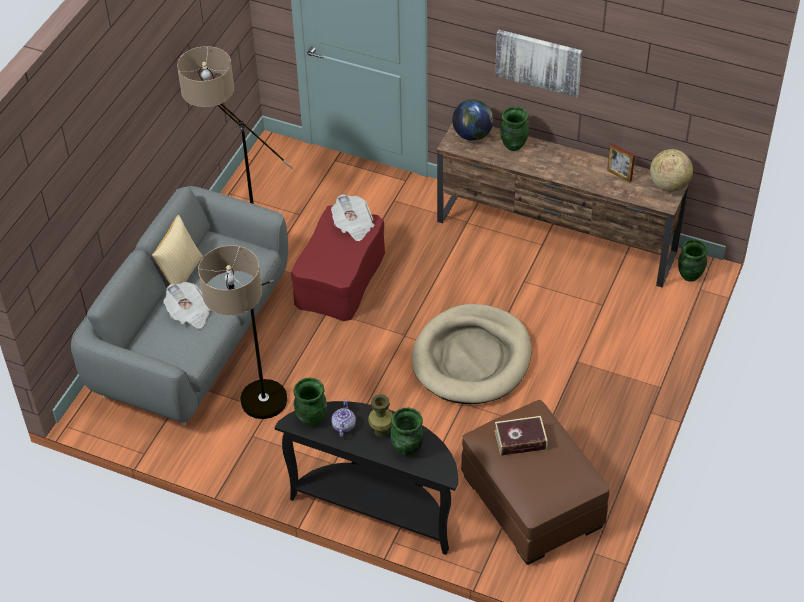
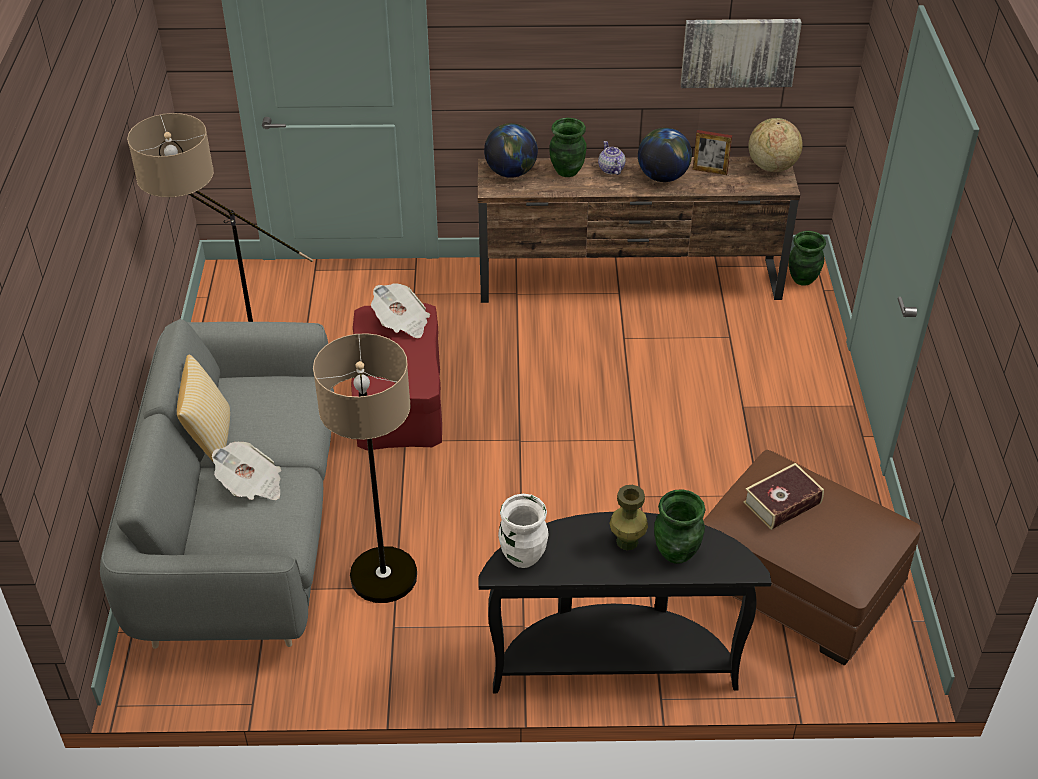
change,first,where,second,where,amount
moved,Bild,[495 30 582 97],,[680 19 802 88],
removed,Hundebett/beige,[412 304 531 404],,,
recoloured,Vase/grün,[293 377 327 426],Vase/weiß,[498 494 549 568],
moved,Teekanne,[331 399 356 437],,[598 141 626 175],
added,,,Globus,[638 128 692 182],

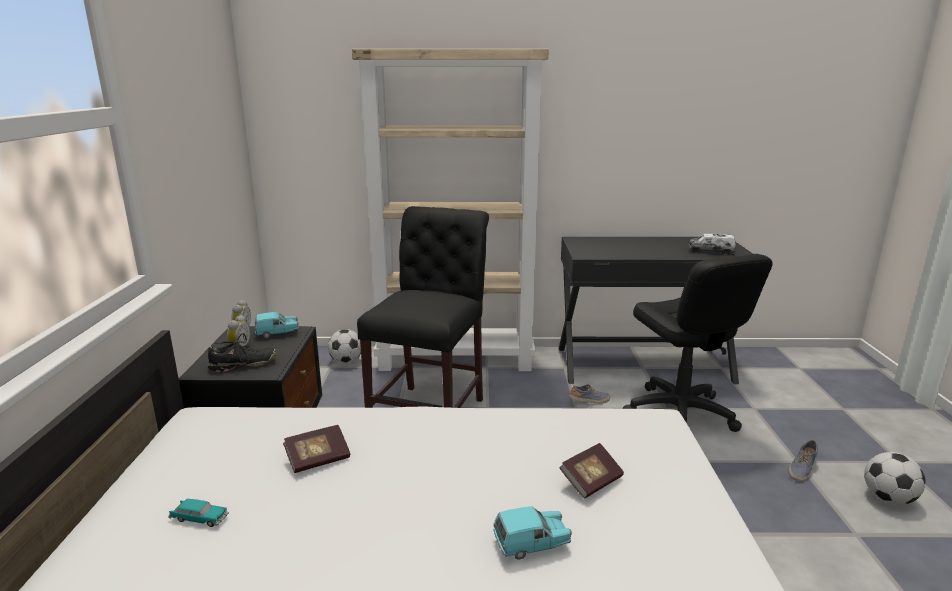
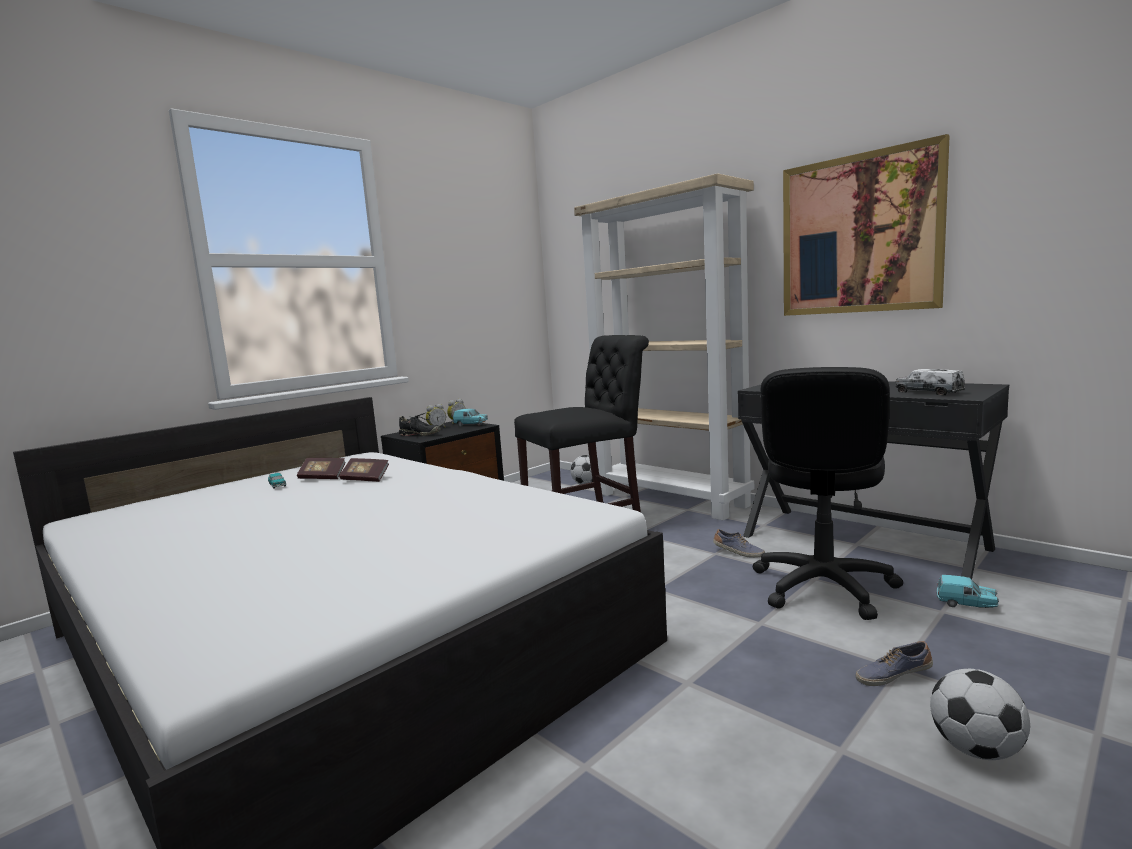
change,first,where,second,where,amount
moved,Buch,[559 443 624 499],,[297 458 346 479],
moved,Spielzeugauto/türkis,[494 506 572 560],,[937 575 999 608],
added,,,Bild,[783 134 950 316],

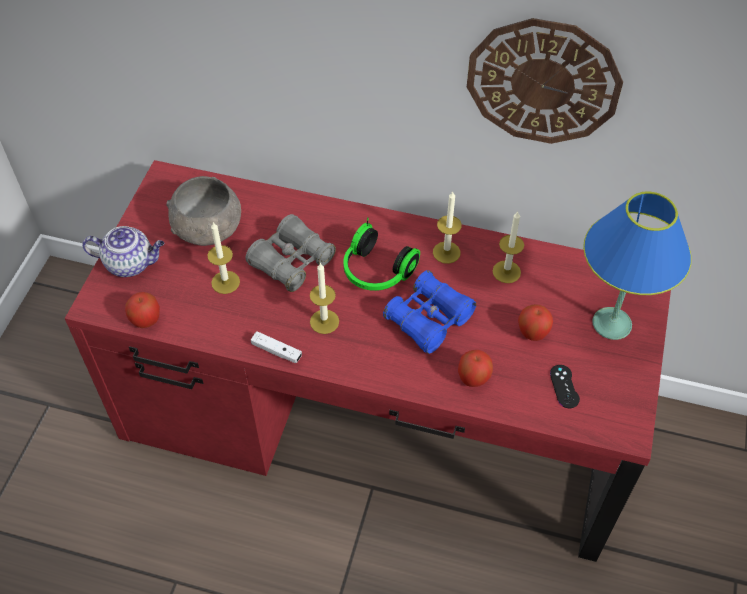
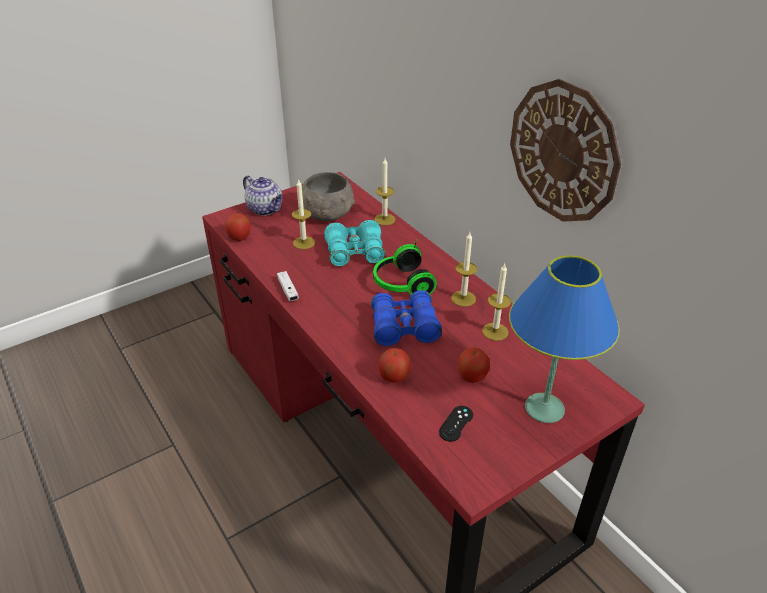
change,first,where,second,where,amount
recoloured,Fernglas/grau,[246 214 336 292],Fernglas/türkis,[324 220 385 267],
moved,Kerze,[310 263 339 334],,[374 158 395 225],

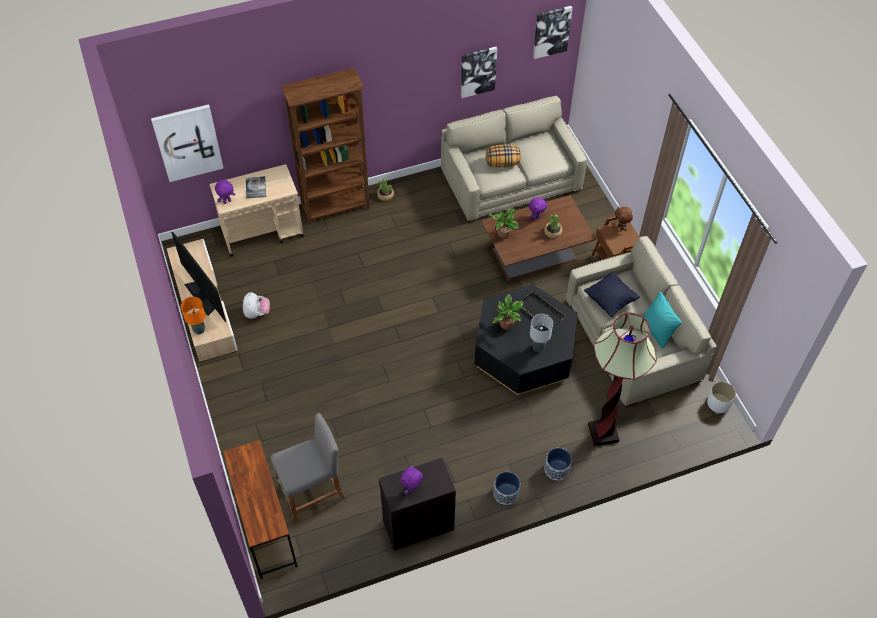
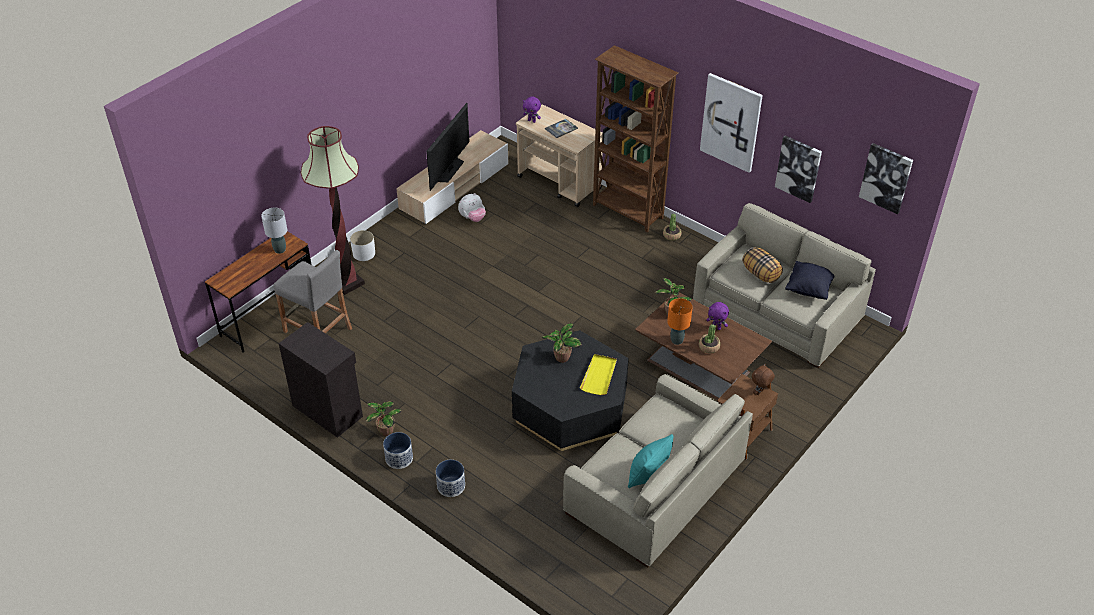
change,first,where,second,where,amount
moved,Bild,[151 104 224 182],,[700 73 763 173],
moved,Kissen/schwarz,[584 272 640 317],,[785 261 835 300],
recoloured,Tablett/schwarz,[521 292 565 327],Tablett/gelb,[580 354 617 395],
moved,Tischlampe/orange,[181 297 206 335],,[667 298 693 345],
moved,Stehlampe,[588 313 657 446],,[301 126 365 295],
moved,Tischlampe/grau,[530 314 553 352],,[261 207 287 254],
moved,Pflanzkübel/weiß,[707 382 736 413],,[350 230 375 261],
removed,Plüschtier/lila,[400 465 423 495],,,
added,,,Topfpflanze,[366 401 402 436],

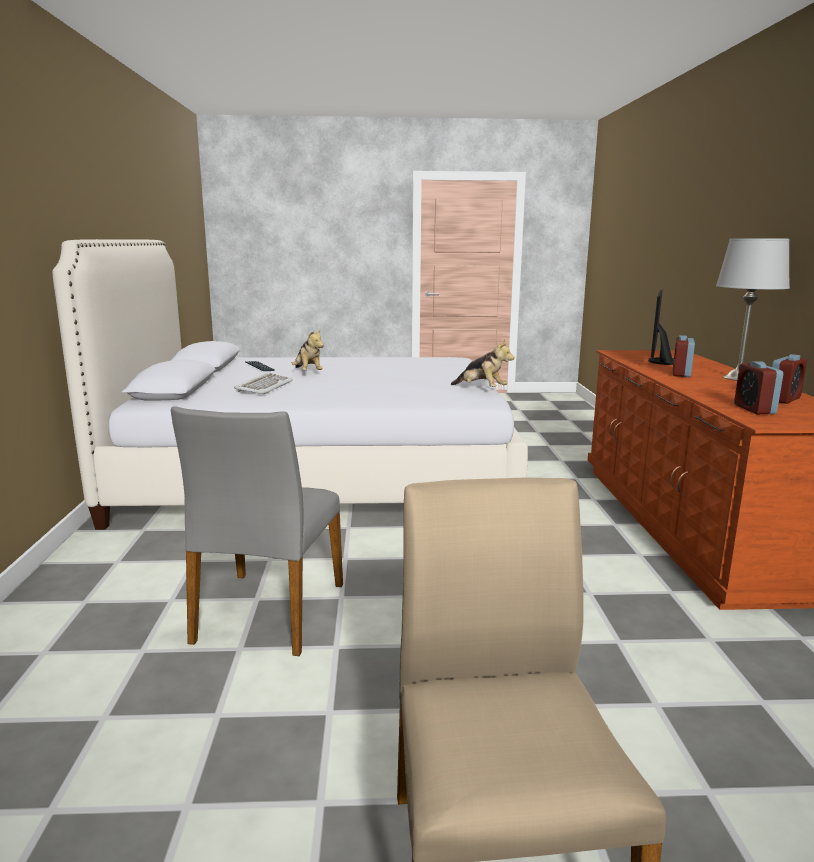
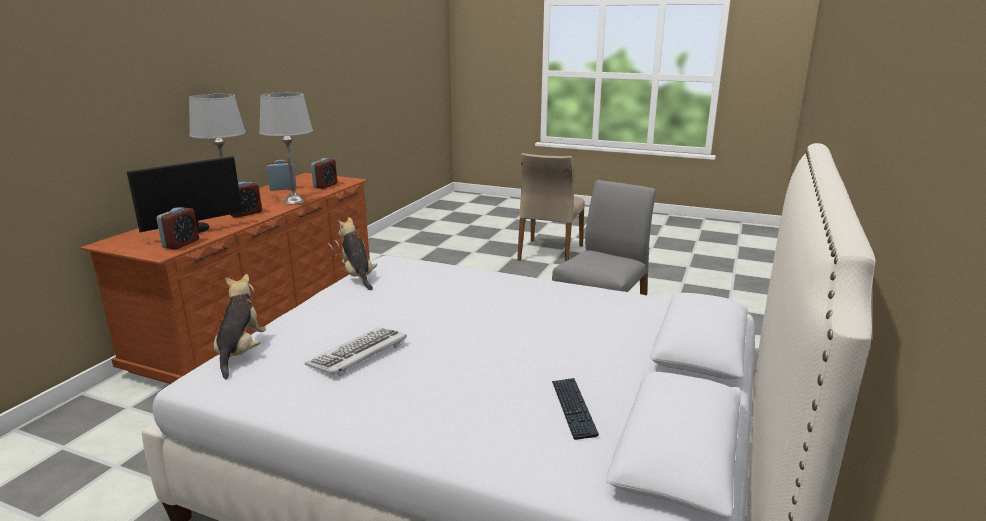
change,first,where,second,where,amount
moved,Plüschtier,[292 328 324 370],,[214 274 266 379],
moved,Tastatur,[234 373 293 394],,[305 327 407 377],
added,,,Tischlampe/grau,[259 92 313 204],
added,,,Wecker,[156 207 199 250],

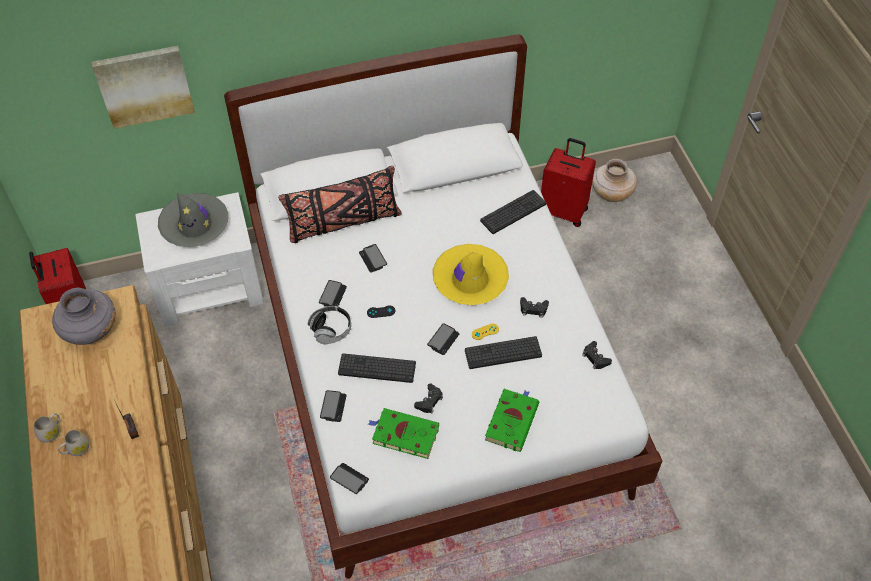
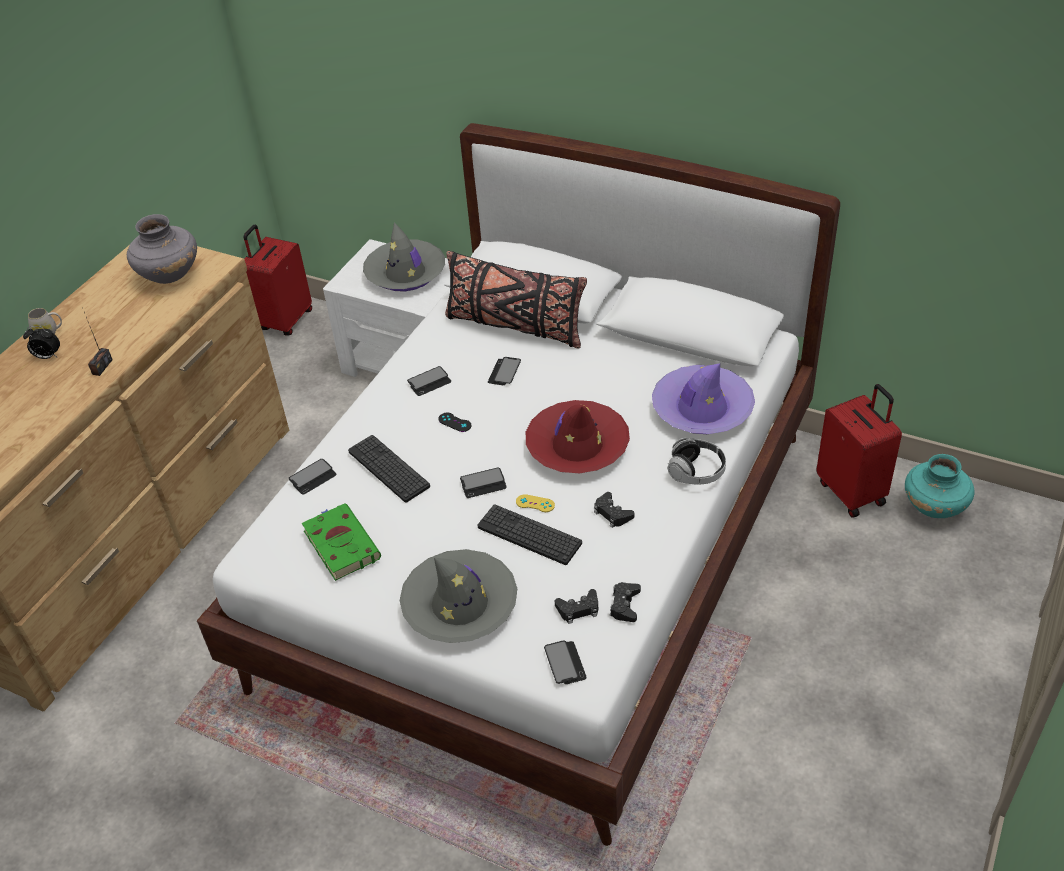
change,first,where,second,where,amount
removed,Bild,[92 46 195 129],,,
recoloured,Vase/beige,[592 159 637 202],Vase/türkis,[905 454 975 518],
replaced,Tastatur,[480 190 546 234],Hut/lila,[652 364 755 434],
recoloured,Hut/gelb,[433 244 509 305],Hut/rot,[526 400 630 473],
moved,Kopfhörer,[308 306 351 344],,[668 438 726 485],
moved,Gamepad/schwarz,[414 383 443 413],,[555 589 598 624],
replaced,Buch/grün,[485 389 539 452],Hut/grau,[400 549 517 643],
replaced,Henkelbecher/weiß,[58 430 90 456],Wecker,[23 326 60 359],
moved,Handy,[330 463 369 494],,[544 641 587 684],

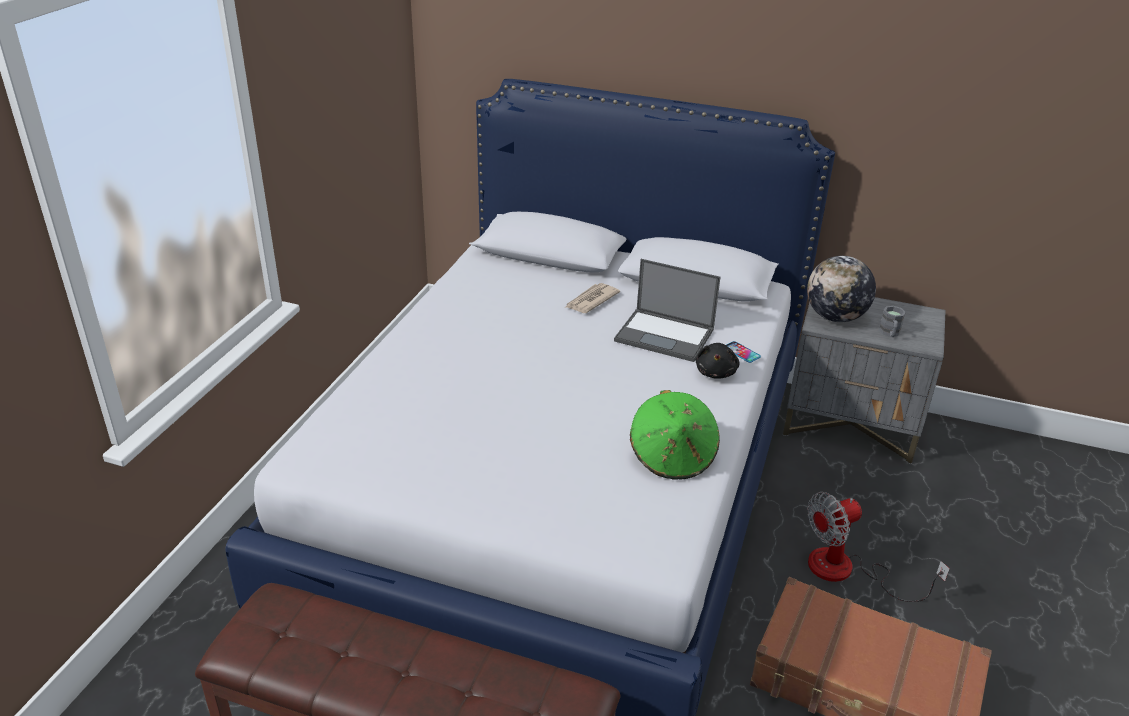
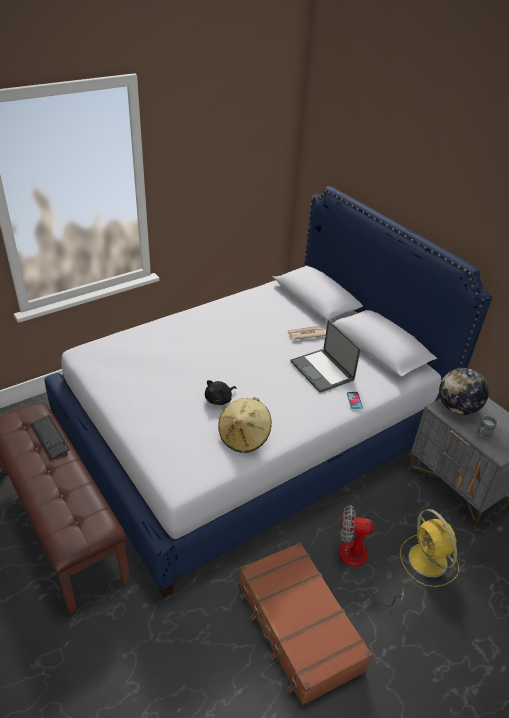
change,first,where,second,where,amount
moved,Plüschtier/schwarz,[696 343 740 379],,[205 380 236 405],
recoloured,Hut/grün,[630 390 720 480],Hut/beige,[218 397 272 453],
added,,,Tastatur,[30 415 70 460],
added,,,Ventilator/gelb,[400 509 459 587],

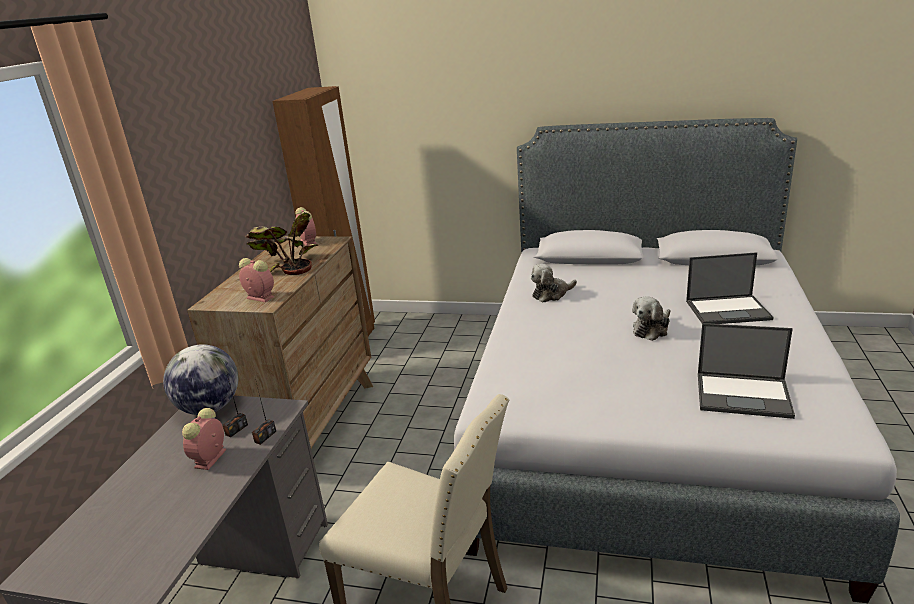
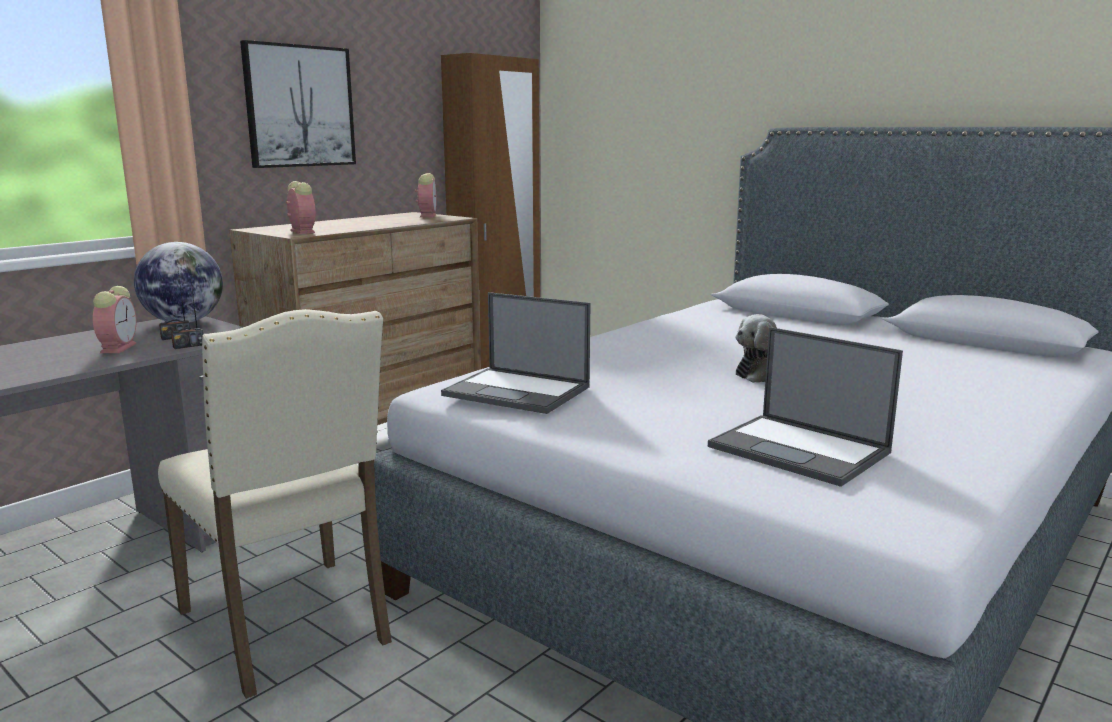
change,first,where,second,where,amount
removed,Topfpflanze,[245 212 318 275],,,
moved,Laptop,[686 252 774 324],,[441 292 590 414],
removed,Plüschtier,[531 264 577 303],,,
turned,Wecker,[182 408 227 470],,[93 286 136 353],135 degrees clockwise
added,,,Bild,[240 40 356 168],

